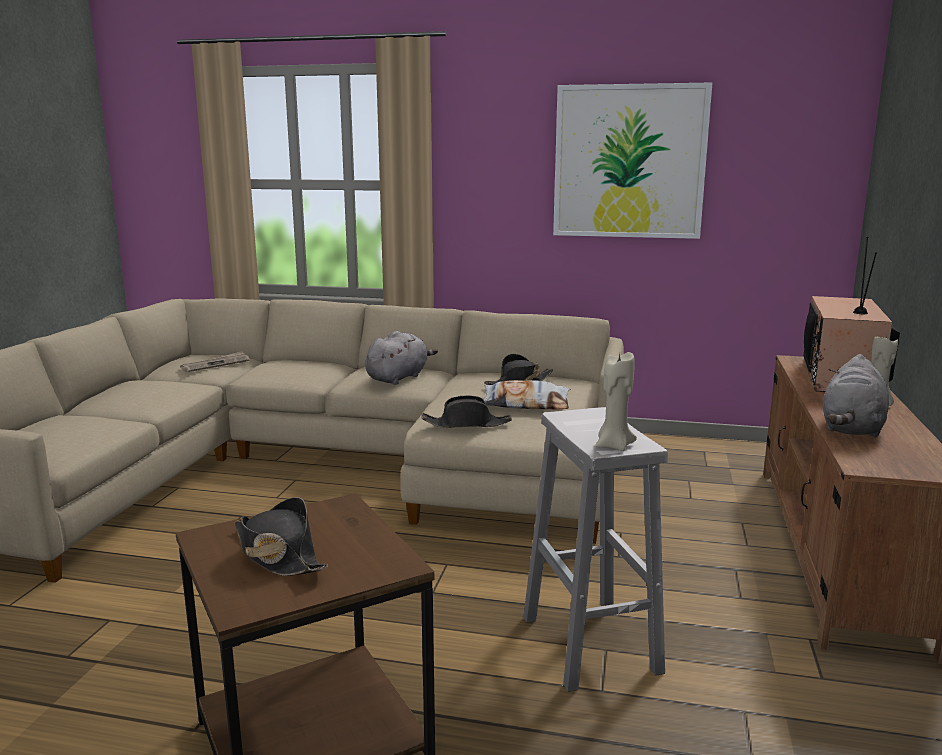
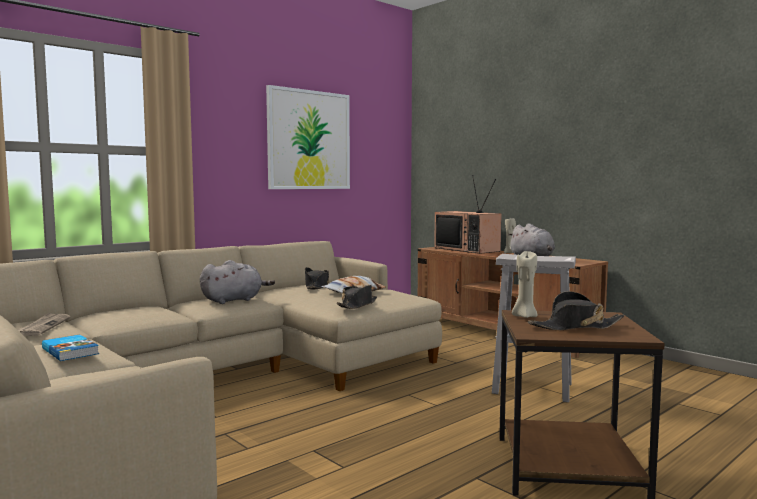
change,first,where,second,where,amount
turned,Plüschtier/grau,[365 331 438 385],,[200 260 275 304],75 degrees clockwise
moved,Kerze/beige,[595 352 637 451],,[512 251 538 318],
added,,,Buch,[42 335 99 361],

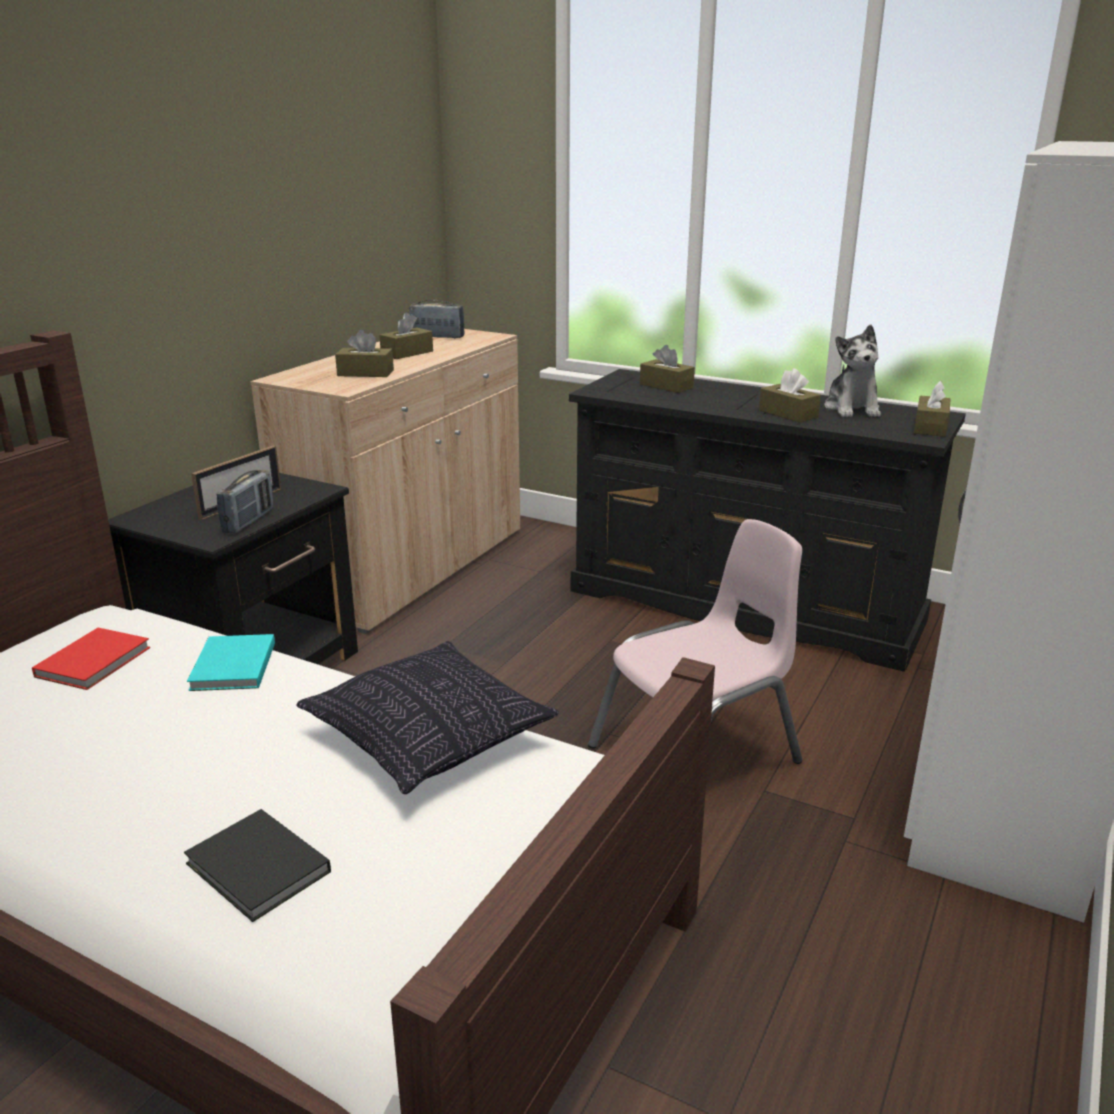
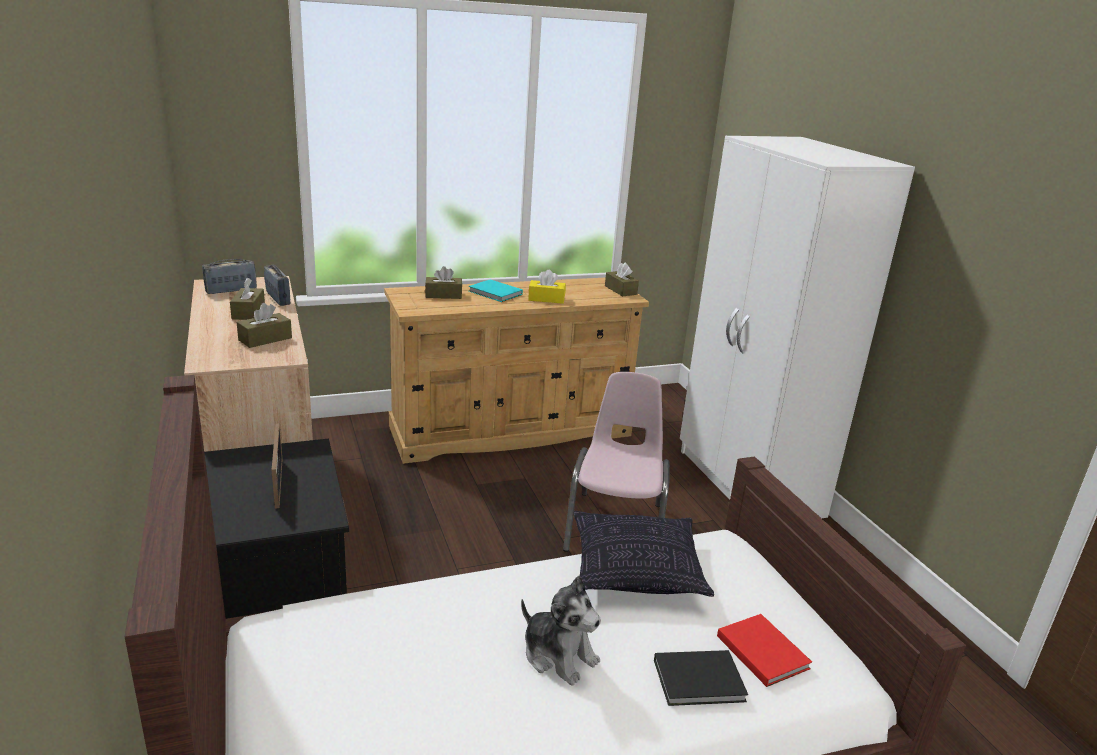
change,first,where,second,where,amount
moved,Plüschtier,[825 325 881 417],,[521 576 601 686],
recoloured,Taschentuchbox/braun,[759 368 821 423],Taschentuchbox/gelb,[528 270 566 304],
recoloured,Kommode/schwarz,[569 369 966 672],Kommode/beige,[384 278 649 464],
moved,Radio,[216 470 273 533],,[264 265 290 306],
moved,Buch/rot,[32 628 150 690],,[717 614 812 687],
moved,Buch/türkis,[187 634 275 691],,[469 279 523 302],

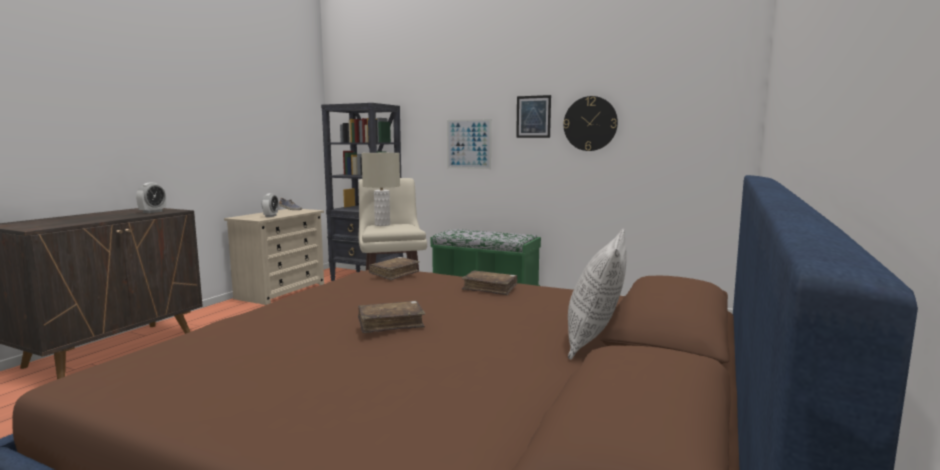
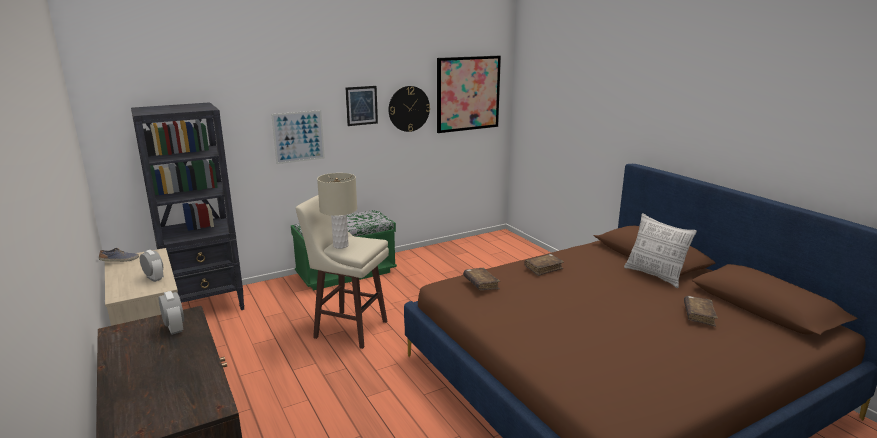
change,first,where,second,where,amount
moved,Buch/braun,[358 301 425 333],,[684 296 718 327],
added,,,Bild,[437 56 501 133],

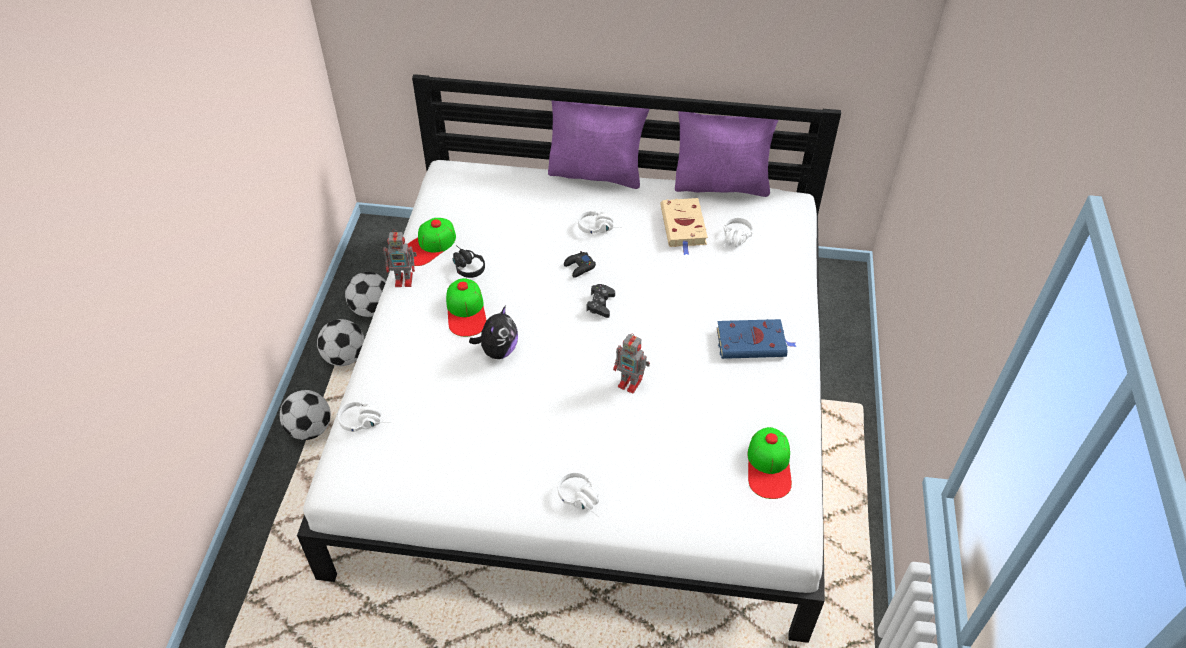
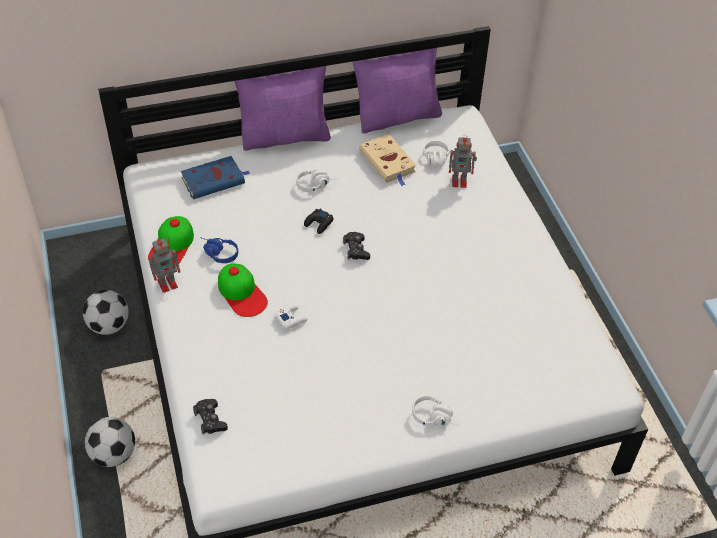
change,first,where,second,where,amount
recoloured,Kopfhörer/schwarz,[453 245 485 278],Kopfhörer/blau,[202 238 238 263],
replaced,Plüschtier,[469 305 518 359],Gamepad/weiß,[275 303 308 329],
removed,Fußball,[317 319 365 366],,,
moved,Buch/blau,[717 319 797 359],,[181 156 250 199],
moved,Spielzeugroboter,[613 333 650 394],,[449 135 477 188],
replaced,Kopfhörer/weiß,[338 401 390 432],Gamepad/schwarz,[193 399 228 435],
removed,Kappe,[748 427 792 499],,,

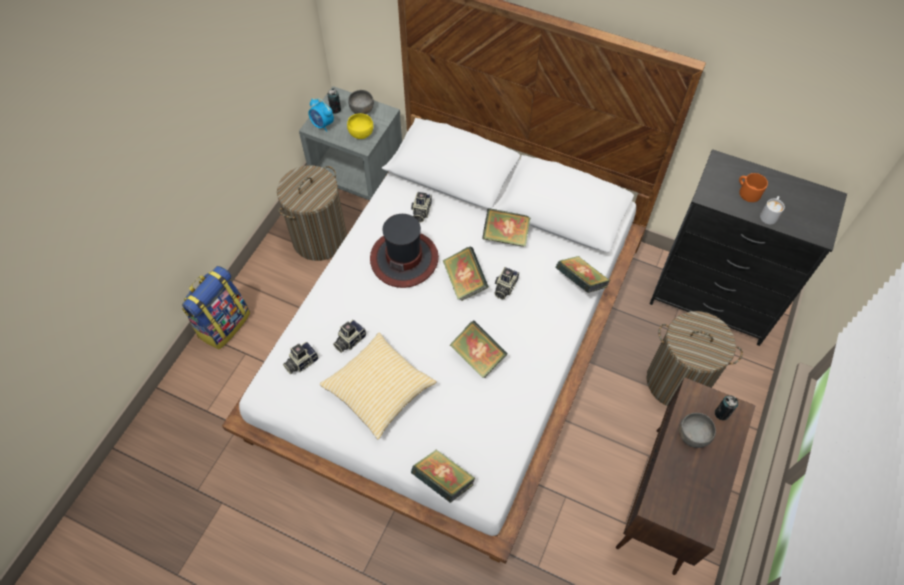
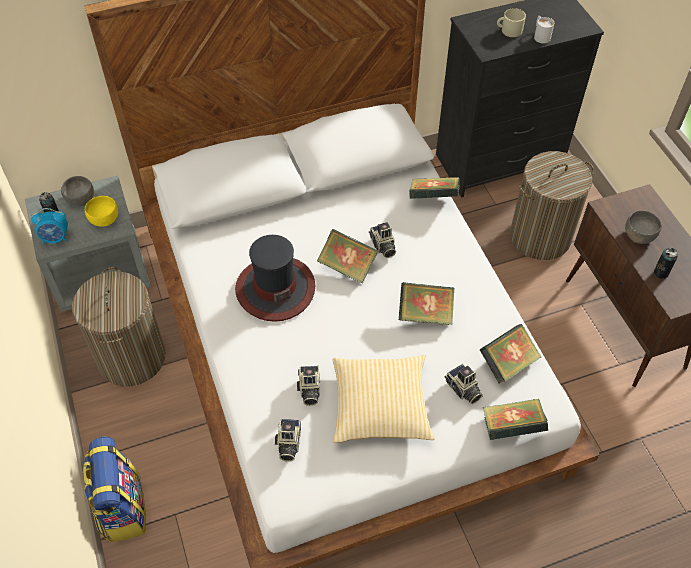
change,first,where,second,where,amount
recoloured,Henkelbecher/orange,[739 173 768 202],Henkelbecher/beige,[497 8 526 37],
moved,Kamera,[411 192 432 222],,[444 364 483 404],
moved,Buch,[482 208 530 247],,[480 324 541 384],
moved,Dose,[715 395 738 420],,[654 248 678 279],

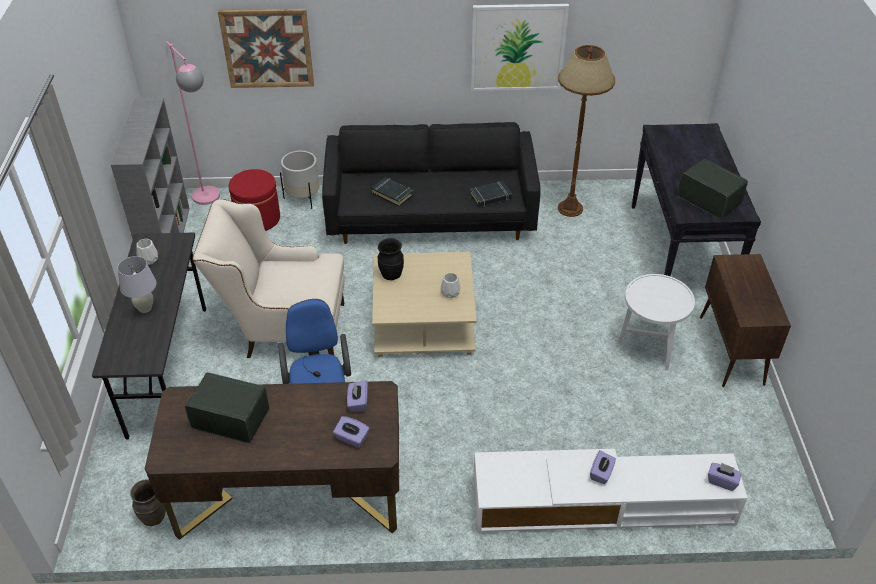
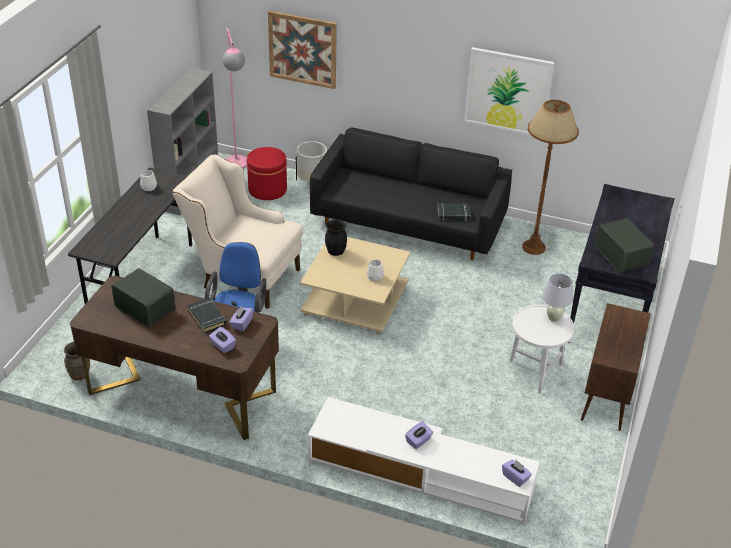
change,first,where,second,where,amount
moved,Buch/schwarz,[371 177 413 207],,[187 298 227 334],
moved,Tischlampe/weiß,[118 256 157 313],,[543 273 573 322],

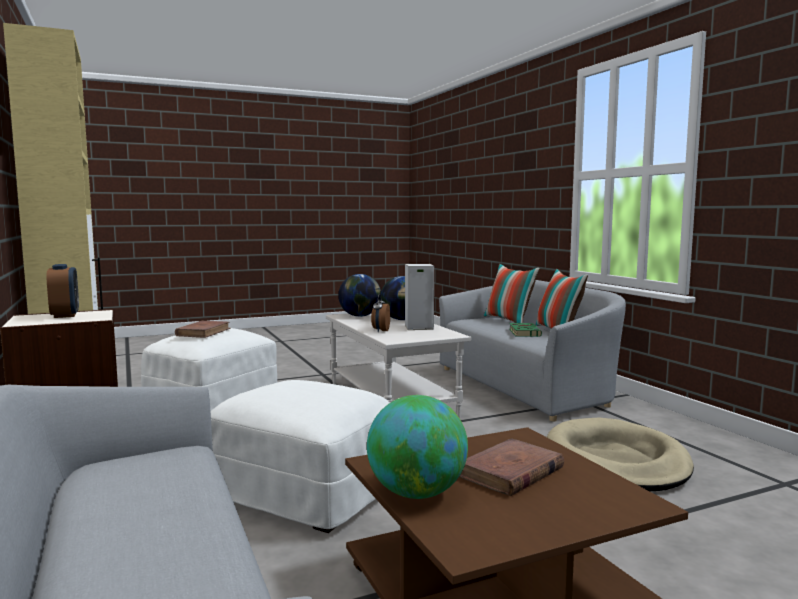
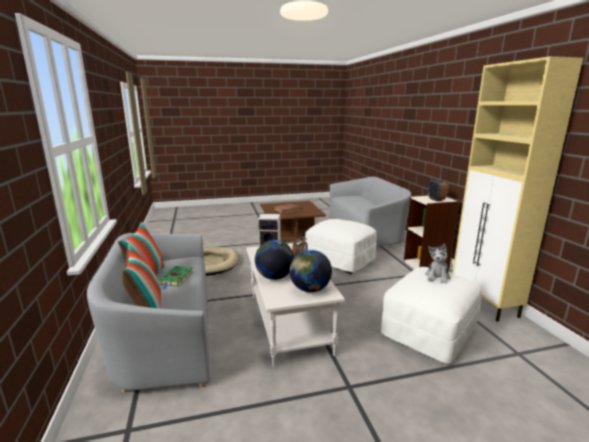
change,first,where,second,where,amount
replaced,Buch/braun,[175 321 231 338],Plüschtier,[425 243 451 284],
removed,Globus,[367 395 468 499],,,

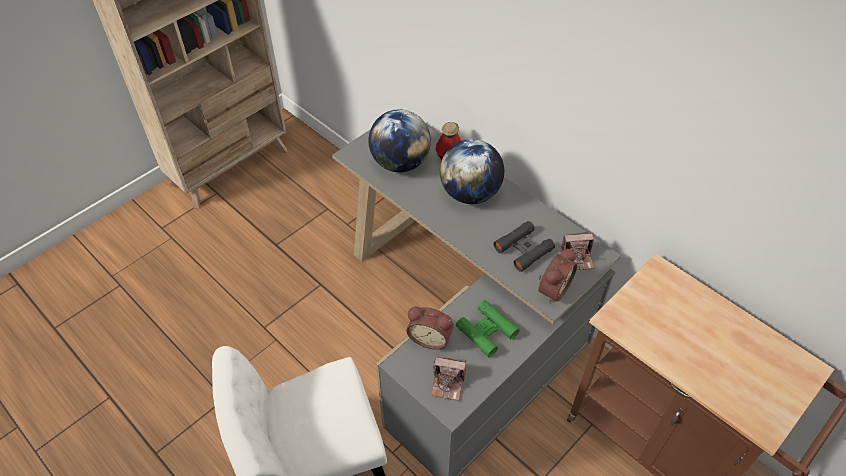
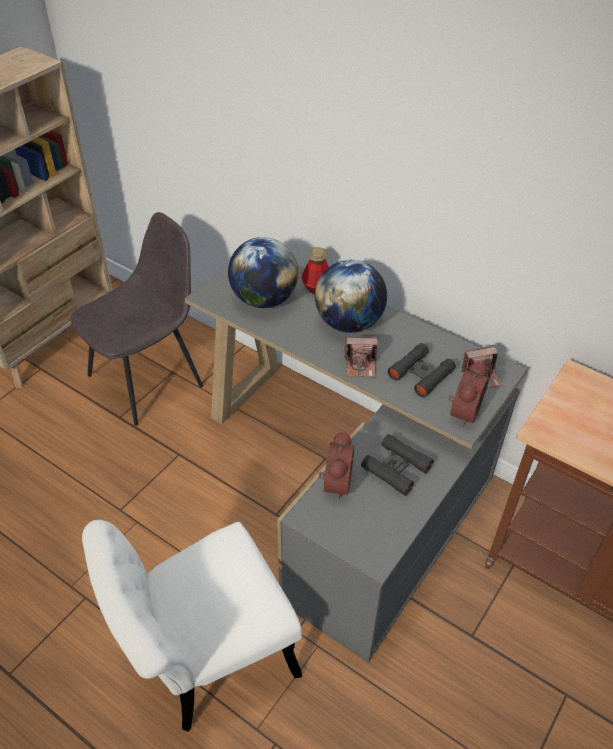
change,first,where,second,where,amount
recoloured,Fernglas/grün,[456 300 520 357],Fernglas/schwarz,[361 434 434 496],
turned,Wecker,[407 307 454 350],,[319 431 354 500],90 degrees counterclockwise
moved,Kamera,[431 357 466 401],,[344 337 378 377],
added,,,Stuhl/grau,[71 212 203 426],

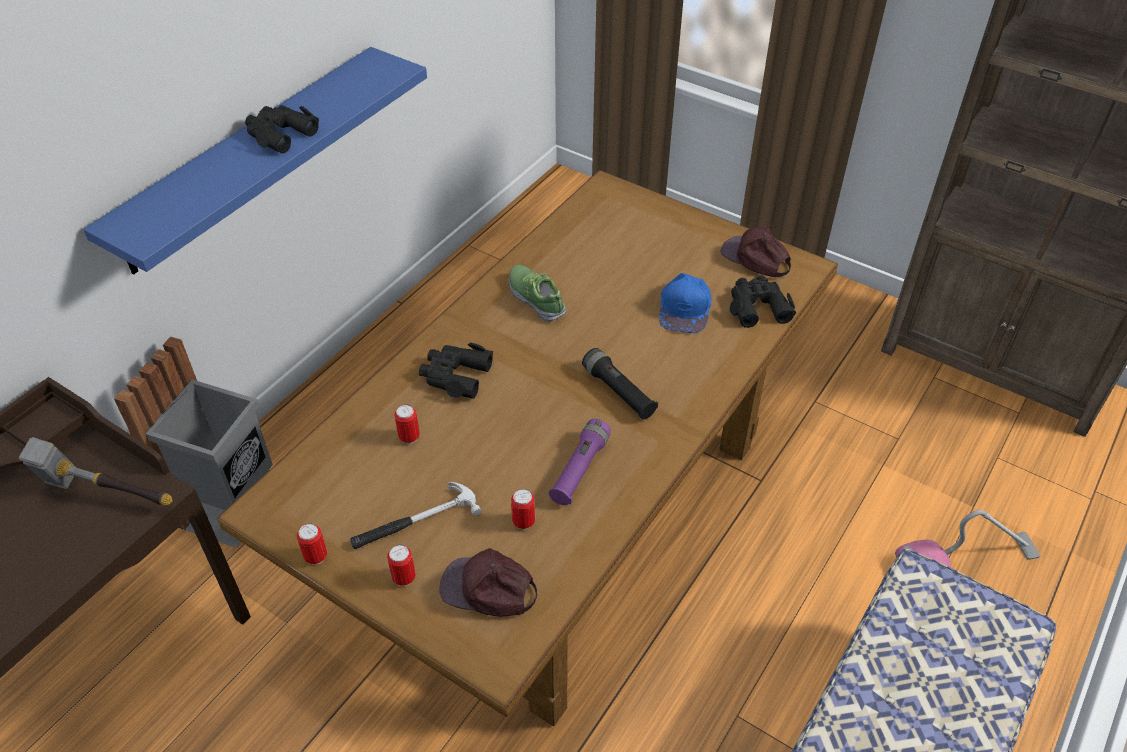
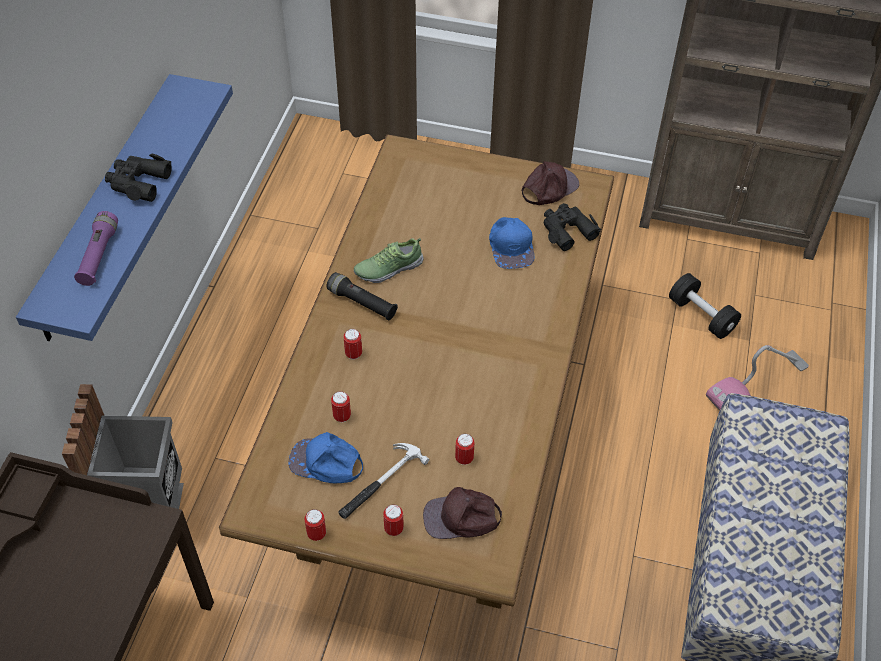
change,first,where,second,where,amount
turned,Kappe/braun,[721 227 791 277],,[522 161 579 205],120 degrees clockwise
turned,Schuh,[509 264 567 322],,[354 238 423 283],60 degrees counterclockwise
replaced,Fernglas/schwarz,[419 343 493 399],Dose,[343 329 362 359],
moved,Taschenlampe/schwarz,[582 348 658 419],,[326 272 398 320],
moved,Taschenlampe/lila,[549 419 611 505],,[74 211 118 286],
removed,Hammer,[19 437 172 506],,,
added,,,Hantel/schwarz,[669 273 741 339],
added,,,Kappe/blau,[289 432 363 484],

